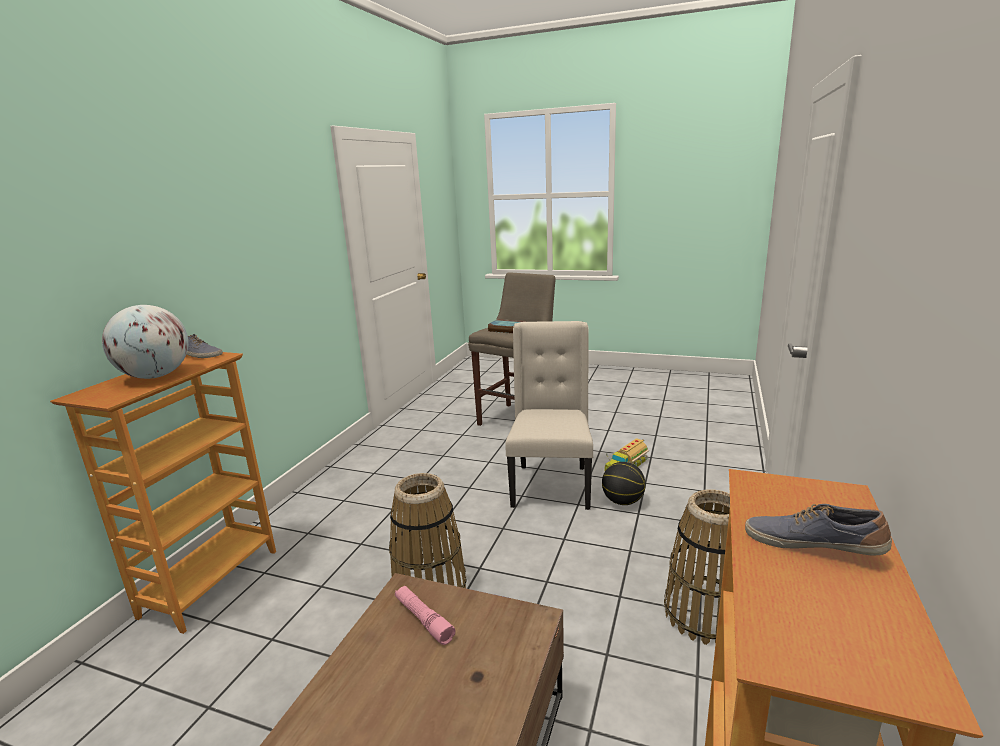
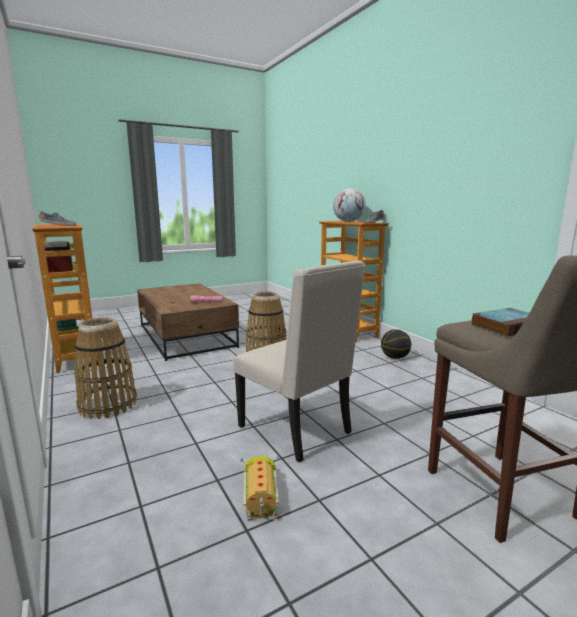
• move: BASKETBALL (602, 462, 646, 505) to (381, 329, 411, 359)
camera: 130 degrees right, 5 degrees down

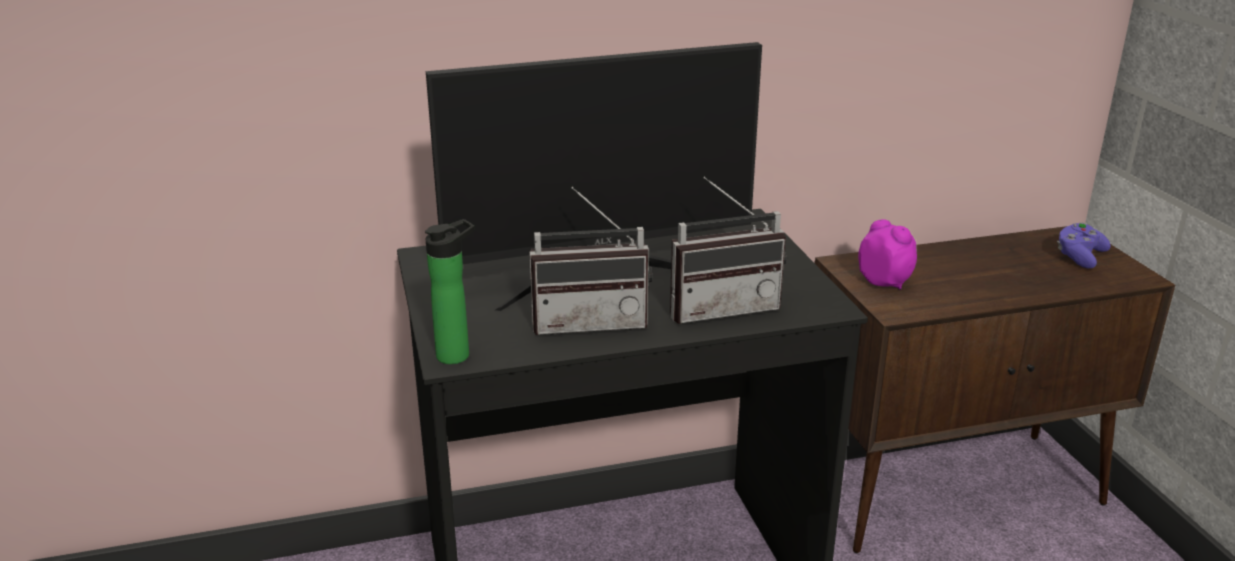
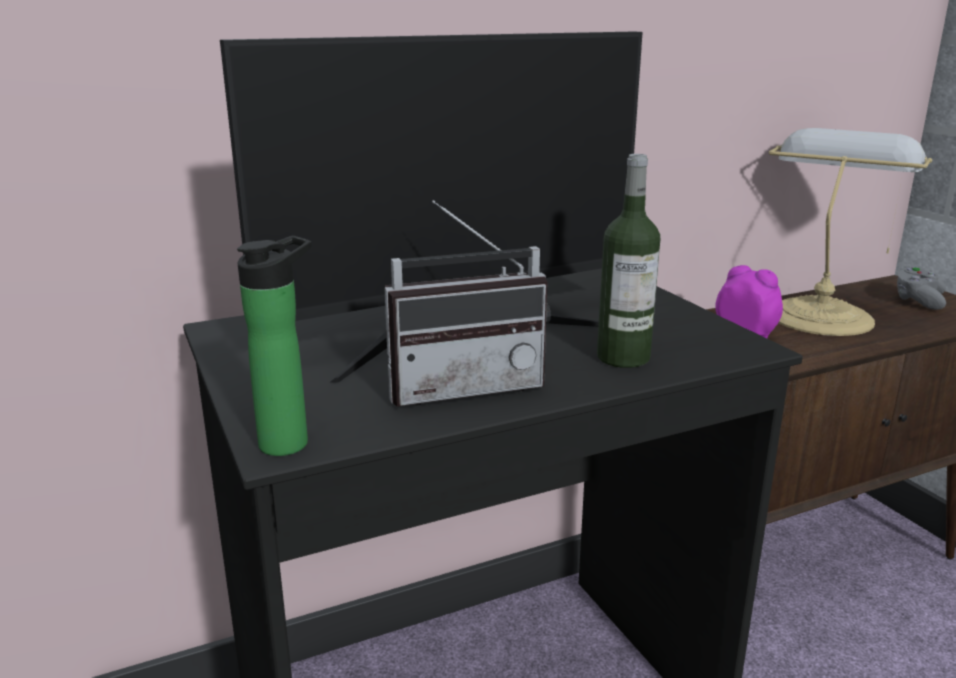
• replace: RADIO (670, 177, 787, 324) to BOTTLE (597, 154, 660, 368)
• insert: TABLE LAMP (768, 128, 932, 336)
• recolor: PURPLE GAME CONTROLLER (1057, 223, 1111, 268) to GREY GAME CONTROLLER (897, 267, 946, 310)
camera: 10 degrees left, 5 degrees down

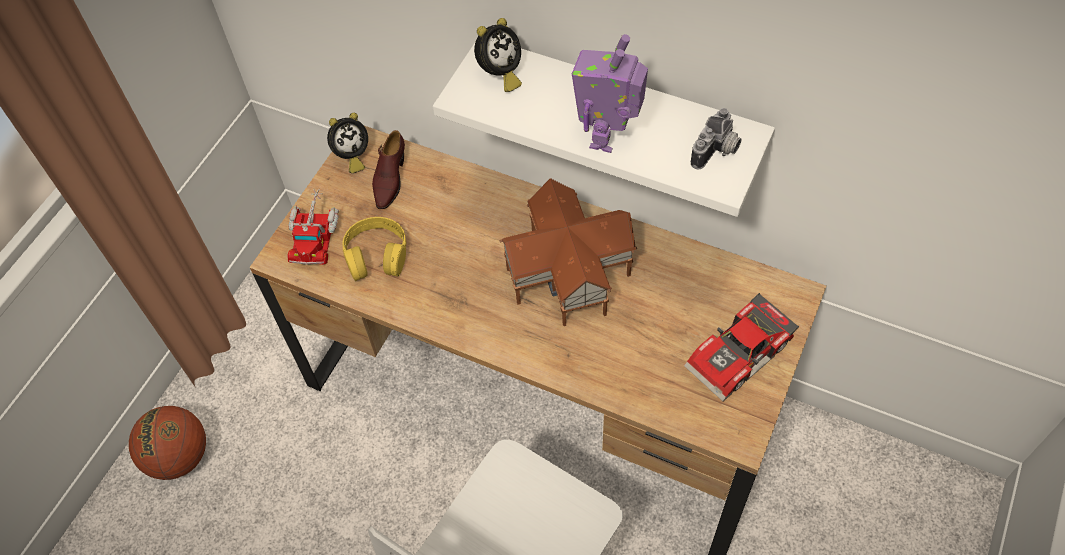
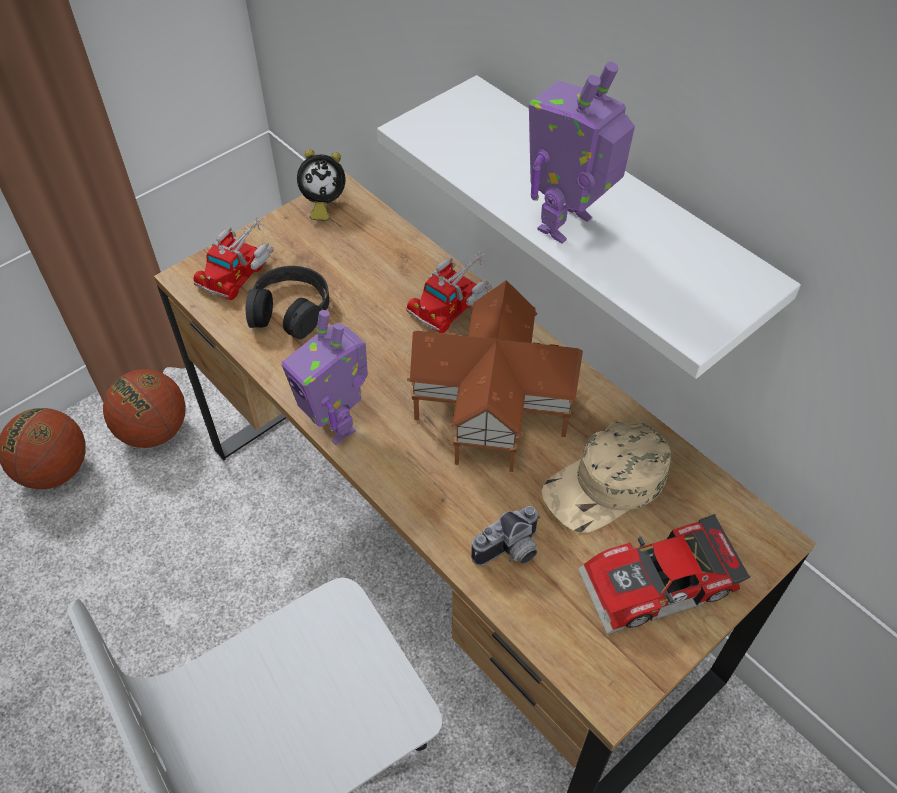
• insert: BASKETBALL (103, 369, 186, 448)
• recolor: YELLOW HEADPHONES (342, 217, 406, 281) to BLACK HEADPHONES (246, 266, 329, 340)
• insert: TOY ROBOT (282, 310, 368, 445)
• insert: TOY TRUCK (406, 251, 492, 333)
• move: PHOTO CAMERA (691, 108, 742, 170) to (471, 506, 541, 566)
• insert: BEIGE CAP (542, 422, 671, 533)
• delete: BROWN SHOE (372, 130, 405, 209)
• delete: ALARM CLOCK (474, 18, 522, 92)
camera: 20 degrees right, 5 degrees down

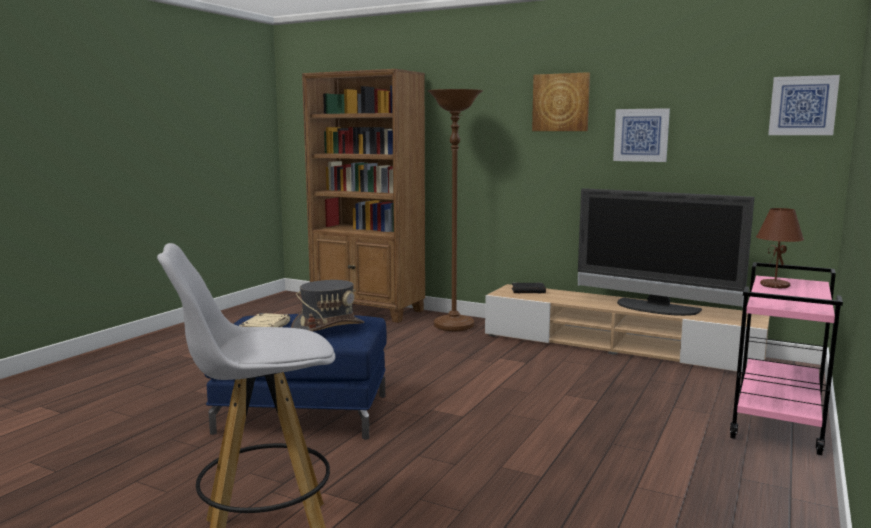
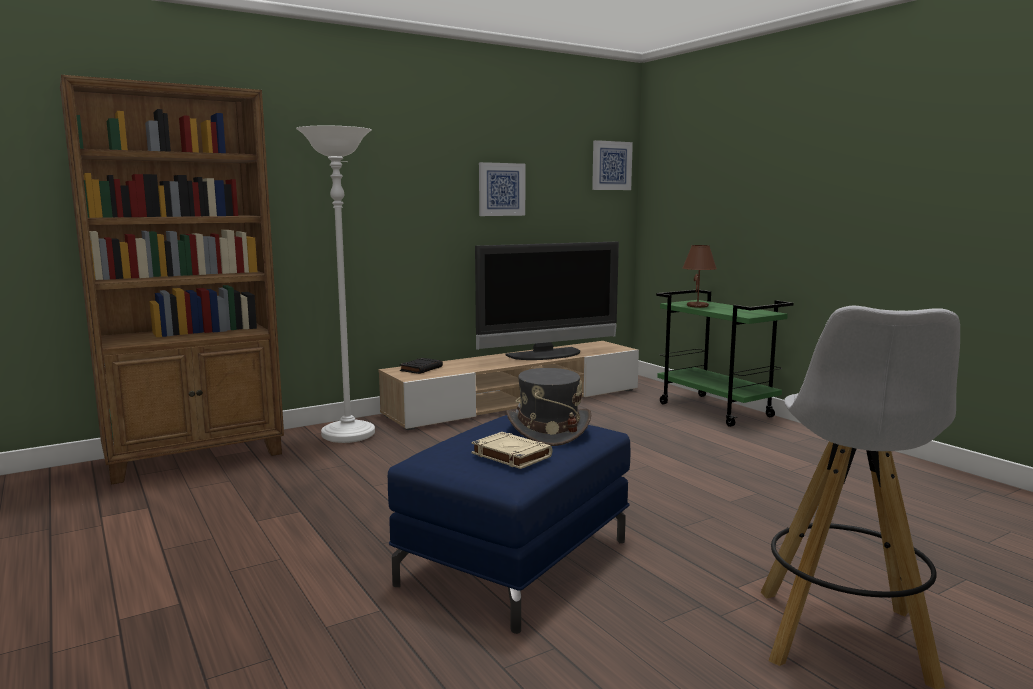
• recolor: BROWN FLOOR LAMP (428, 89, 483, 331) to WHITE FLOOR LAMP (296, 126, 375, 443)
• recolor: PINK CART (730, 262, 843, 455) to GREEN CART (656, 289, 794, 427)
• delete: PICTURE (532, 72, 590, 131)
camera: 60 degrees left, 0 degrees up

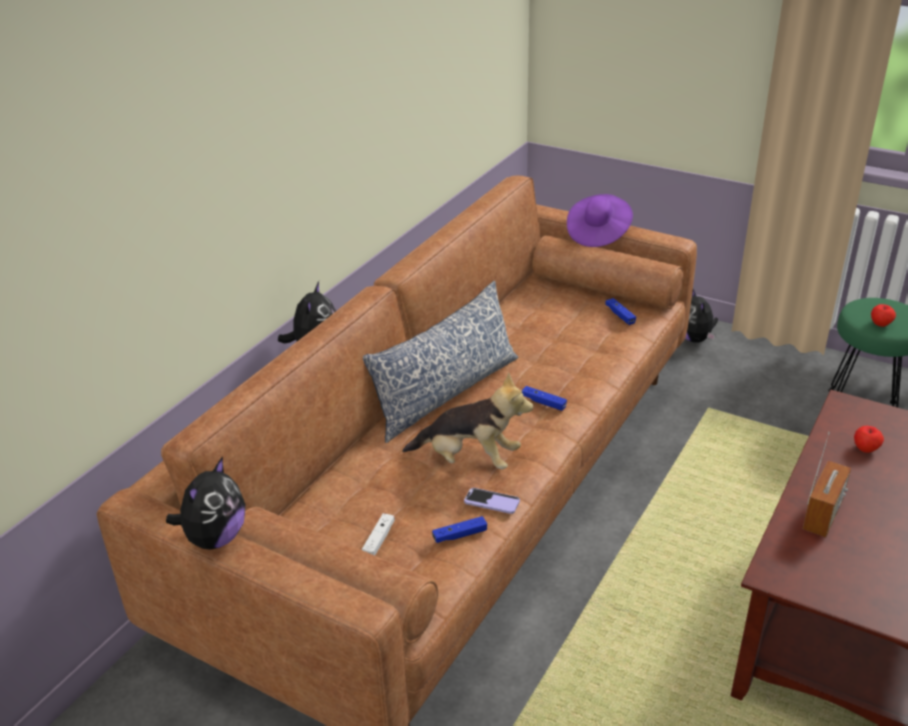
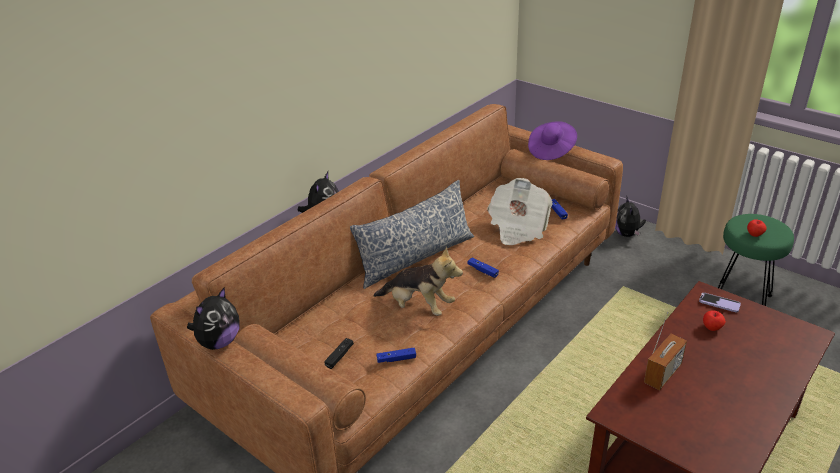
• recolor: WHITE GAME CONTROLLER (362, 513, 395, 555) to BLACK GAME CONTROLLER (324, 338, 354, 369)
• insert: NEWSPAPER (487, 178, 553, 245)
• move: PHONE (464, 488, 520, 514) to (699, 293, 741, 312)
camera: 10 degrees right, 0 degrees up

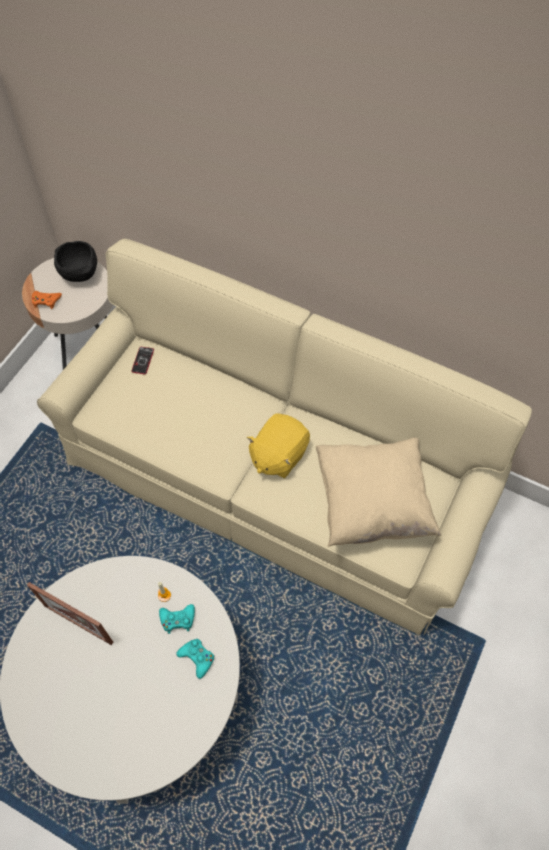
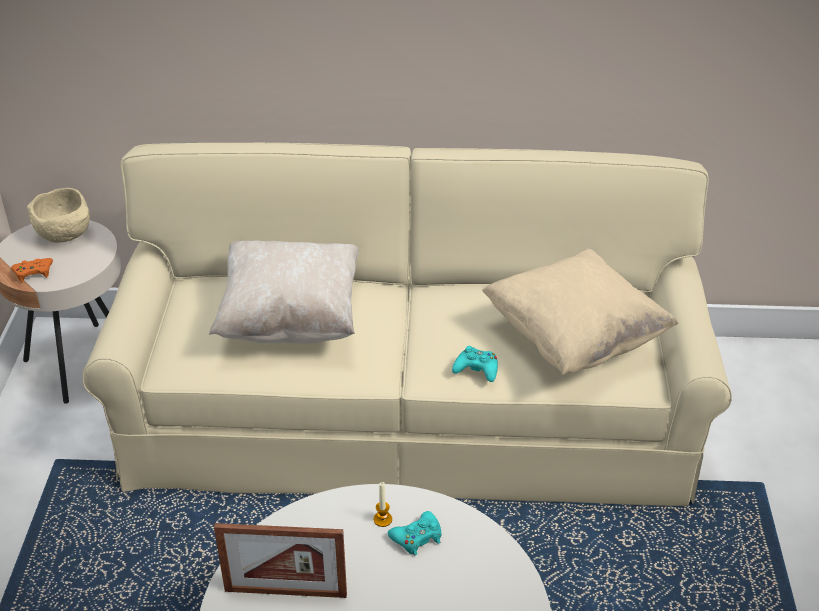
• recolor: BLACK BOWL (54, 241, 97, 282) to BEIGE BOWL (27, 188, 90, 242)
• insert: BEIGE PILLOW (209, 241, 359, 344)
• move: TURQUOISE GAME CONTROLLER (176, 639, 214, 679) to (452, 346, 498, 382)
• delete: PHONE (131, 347, 154, 375)
• delete: YELLOW PLUSH TOY (247, 414, 310, 478)
camera: 25 degrees left, 20 degrees down

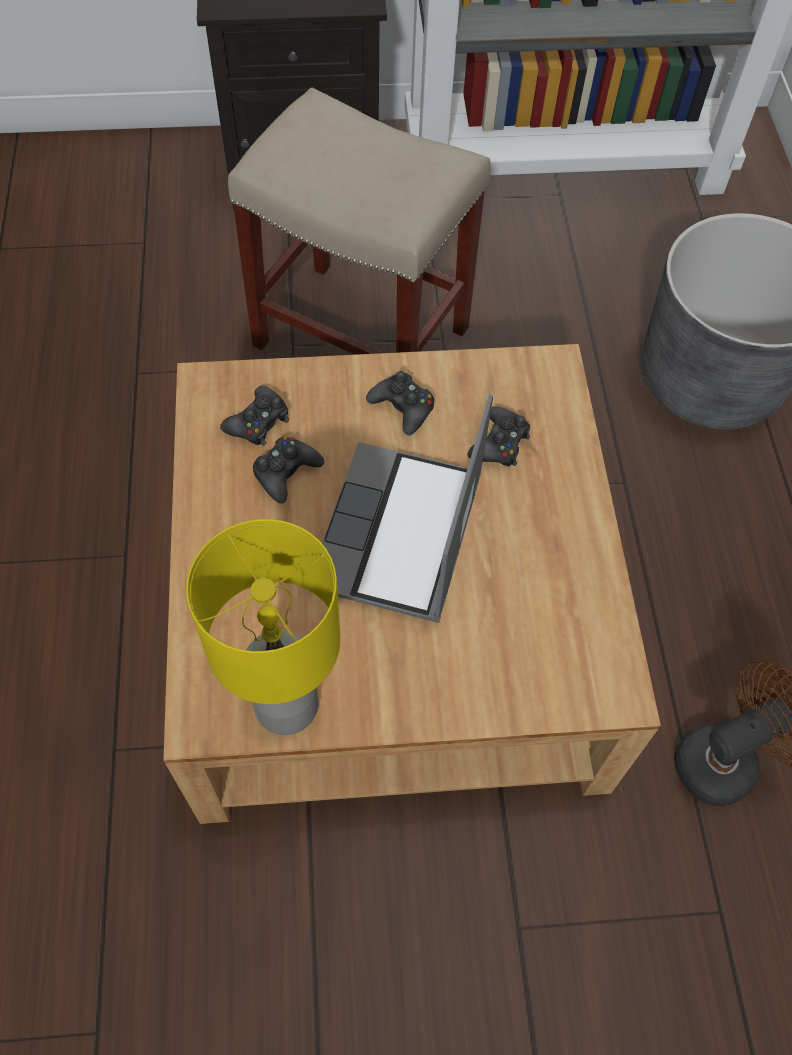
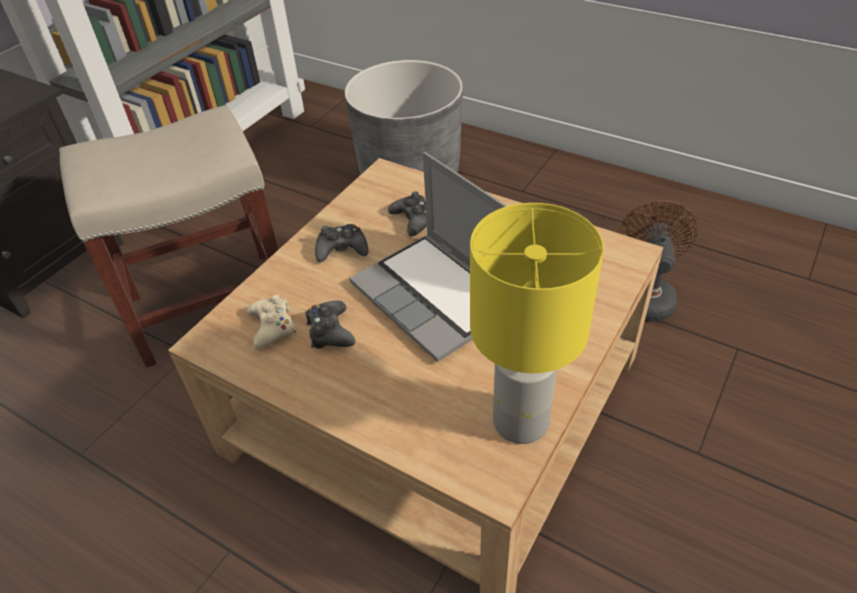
• recolor: BLACK GAME CONTROLLER (220, 386, 289, 446) to BEIGE GAME CONTROLLER (247, 294, 296, 349)
camera: 50 degrees left, 15 degrees down

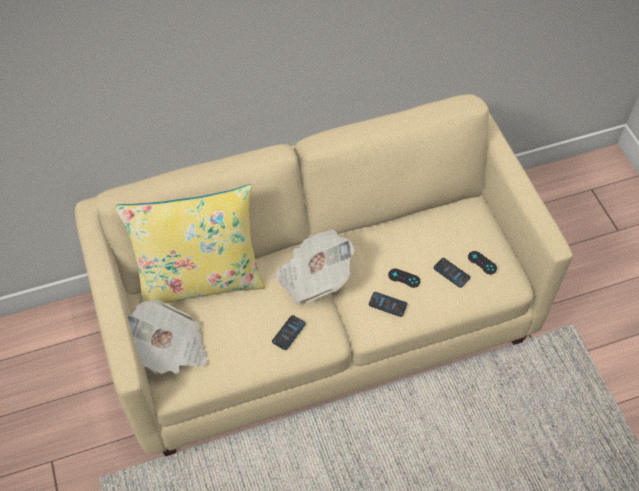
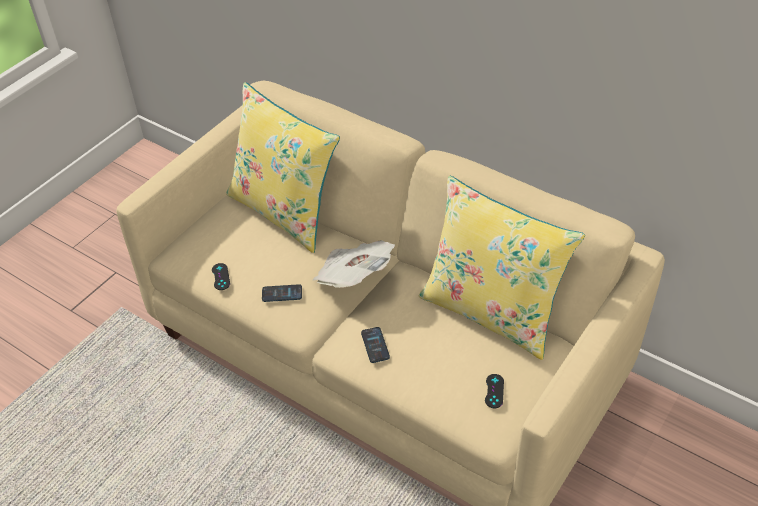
• move: BLACK GAME CONTROLLER (388, 269, 420, 288) to (212, 263, 230, 290)
• insert: YELLOW PILLOW (419, 176, 585, 360)
• delete: NEWSPAPER (128, 300, 207, 375)
• delete: PHONE (434, 258, 470, 288)
camera: 55 degrees right, 10 degrees down

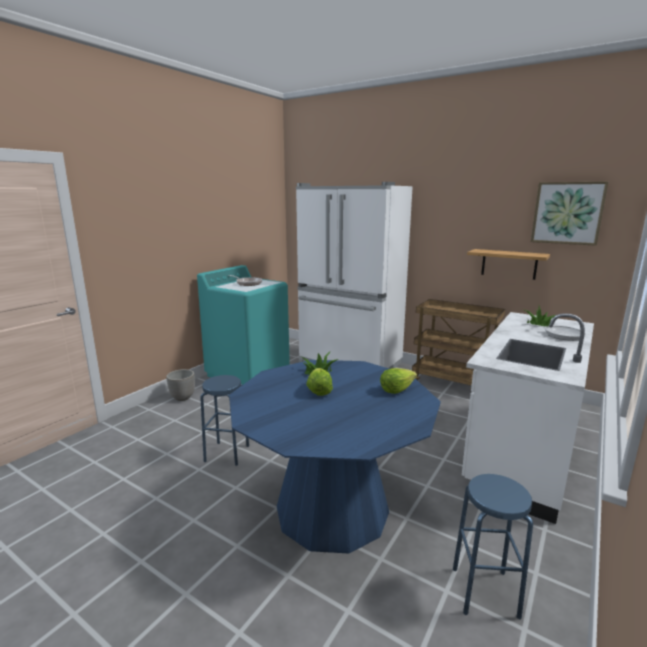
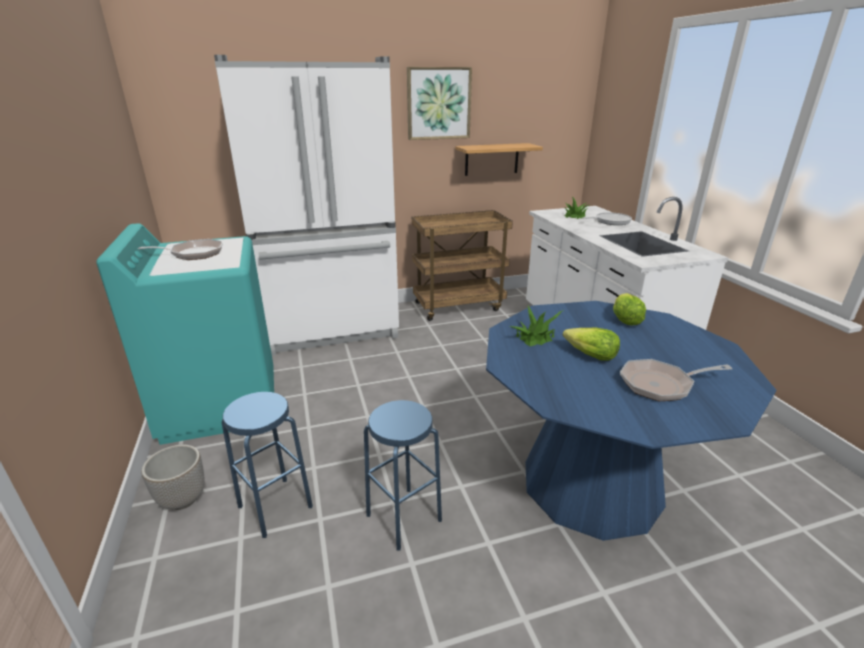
• move: BLUE STOOL (453, 474, 533, 620) to (222, 392, 313, 538)
• move: PICTURE (531, 182, 608, 246) to (407, 67, 472, 140)
• insert: FRYING PAN (620, 359, 732, 401)
camera: 50 degrees left, 10 degrees up

